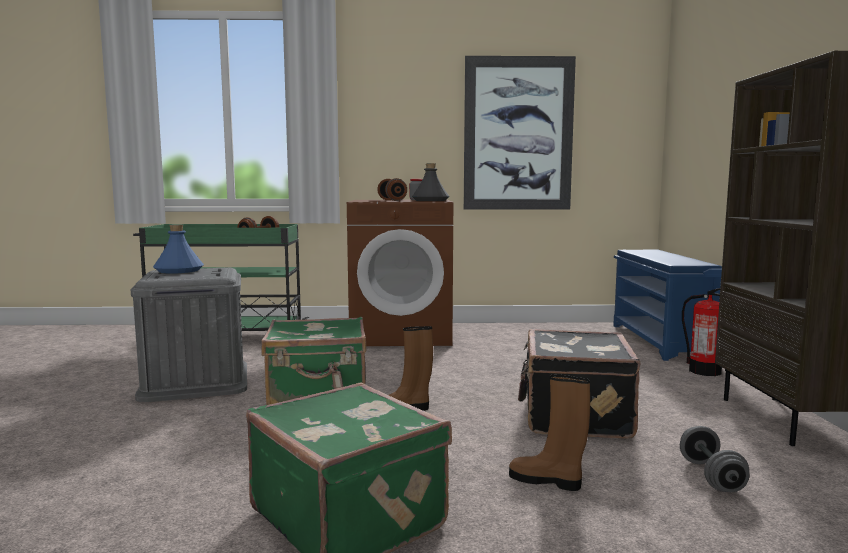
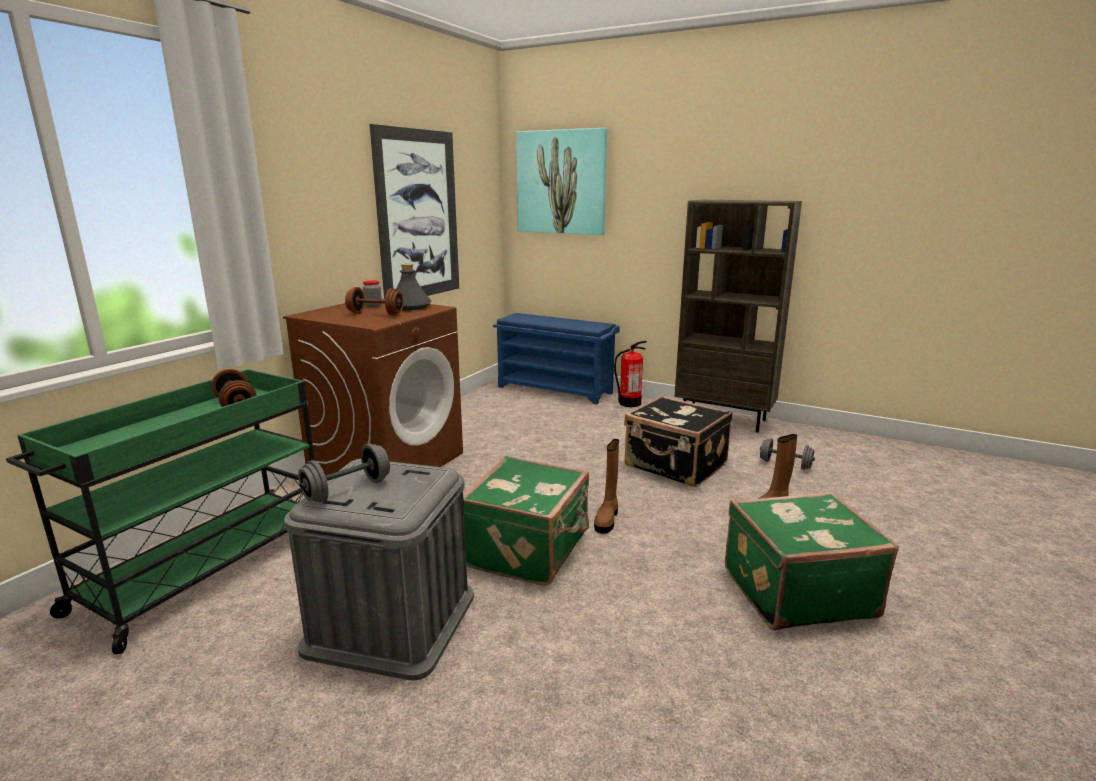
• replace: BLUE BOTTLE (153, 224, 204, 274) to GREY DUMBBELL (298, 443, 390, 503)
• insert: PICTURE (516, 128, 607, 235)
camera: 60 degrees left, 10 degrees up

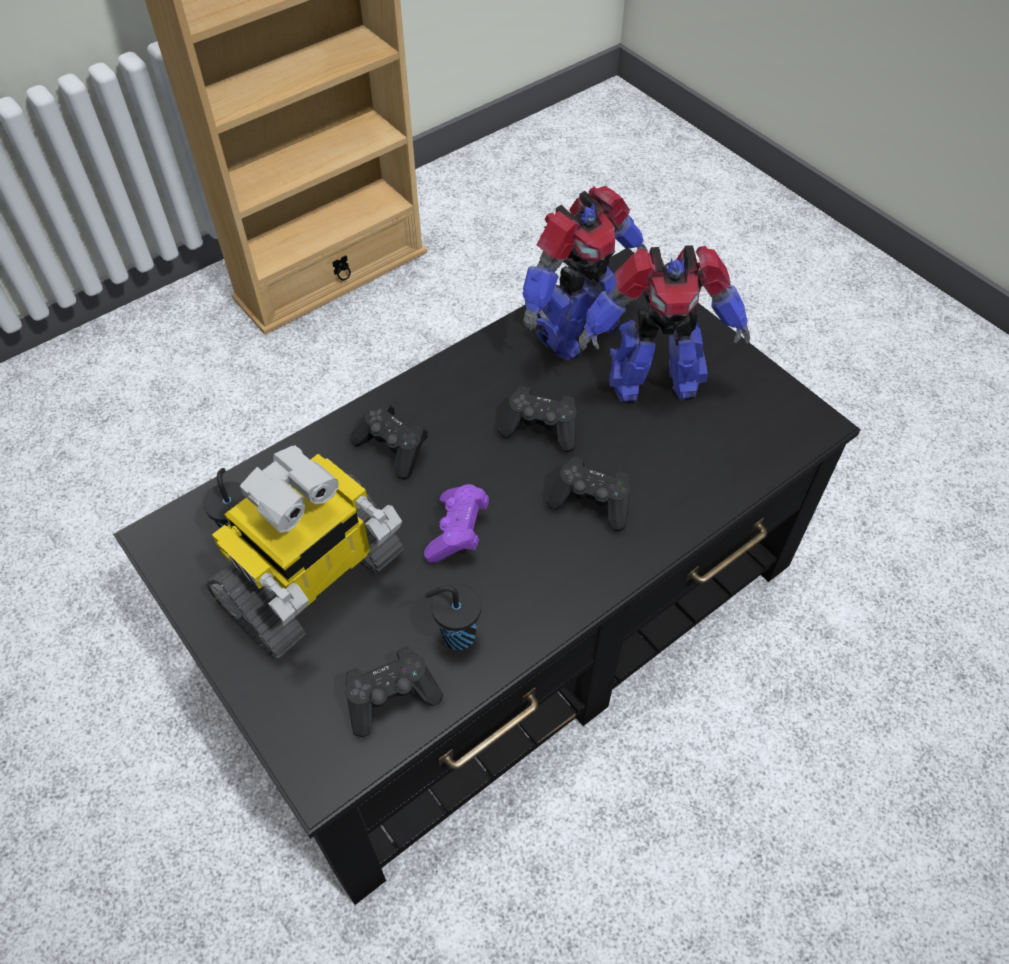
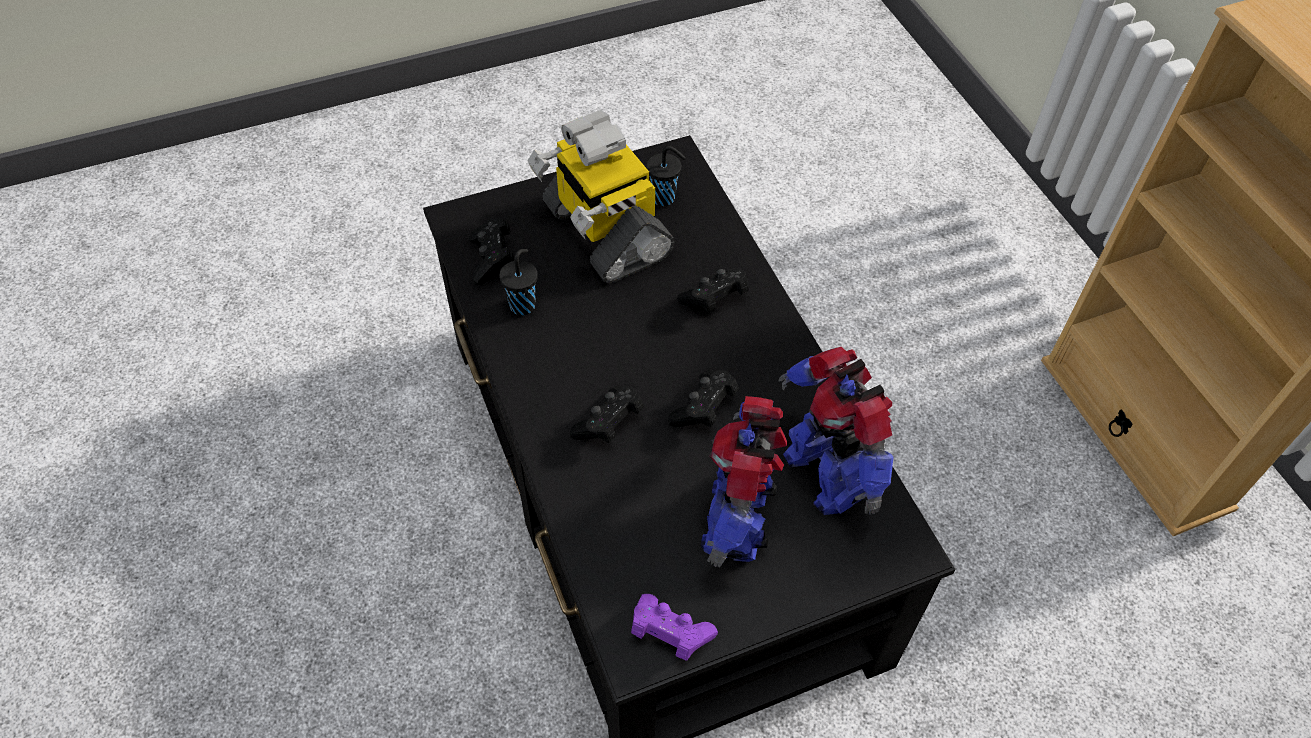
• move: PURPLE GAME CONTROLLER (424, 484, 489, 563) to (631, 594, 718, 661)
camera: 105 degrees right, 0 degrees up

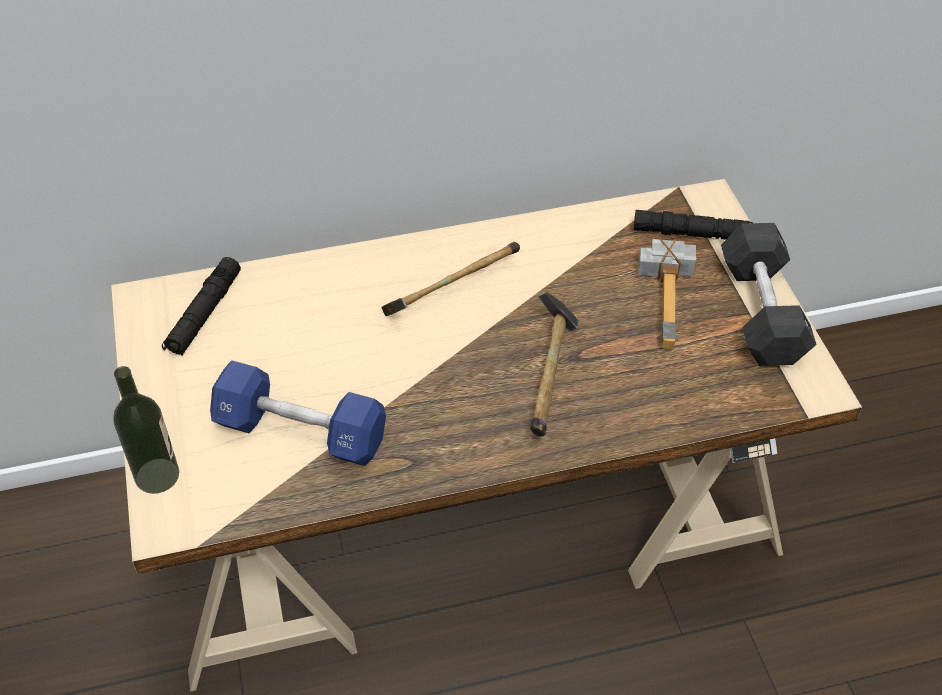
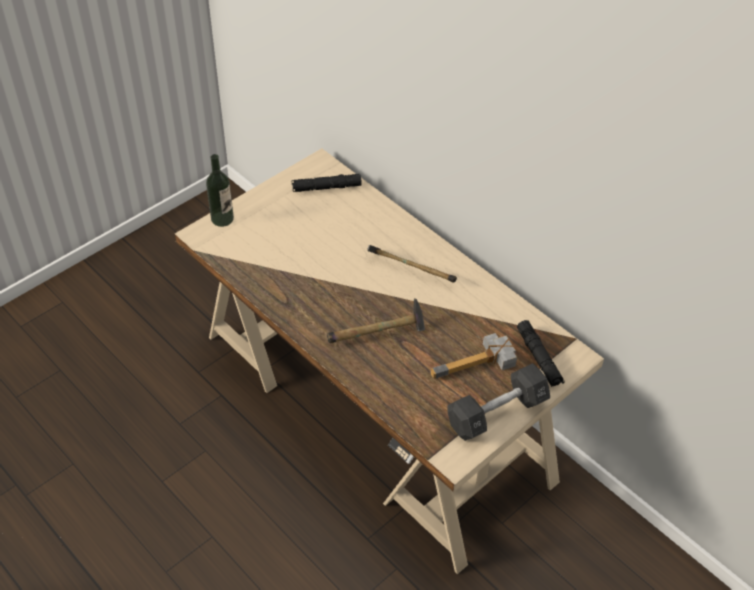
• delete: BLUE DUMBBELL (210, 360, 386, 466)
camera: 60 degrees right, 0 degrees up

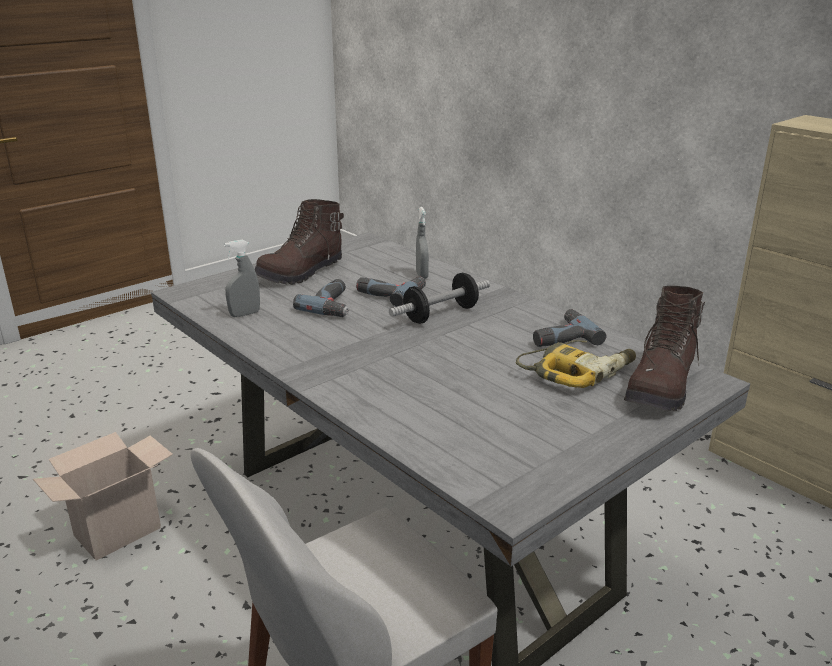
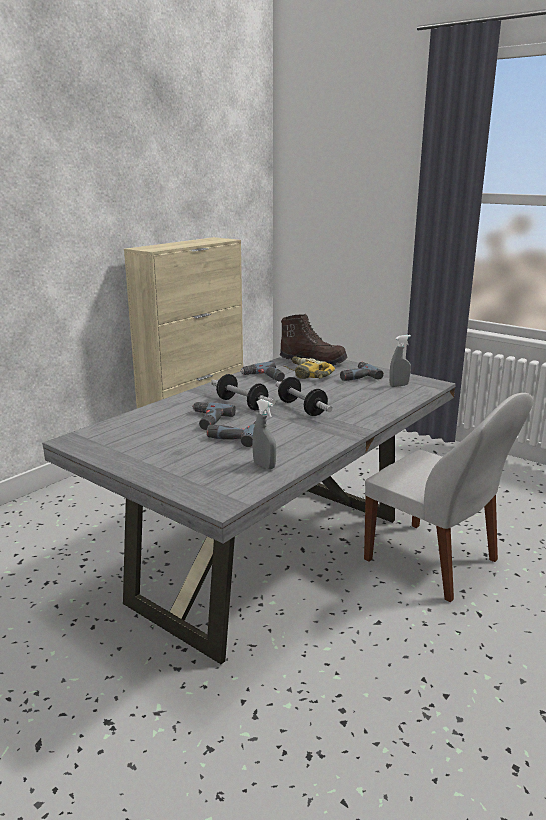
• insert: DUMBBELL (275, 377, 332, 416)
• insert: POWER DRILL (340, 362, 384, 381)
• move: GREY SPRAY BOTTLE (416, 207, 429, 279) to (389, 335, 411, 387)
• delete: CARDBOARD BOX (33, 432, 173, 561)
• delete: BROWN BOOT (255, 199, 344, 285)
camera: 100 degrees left, 5 degrees down

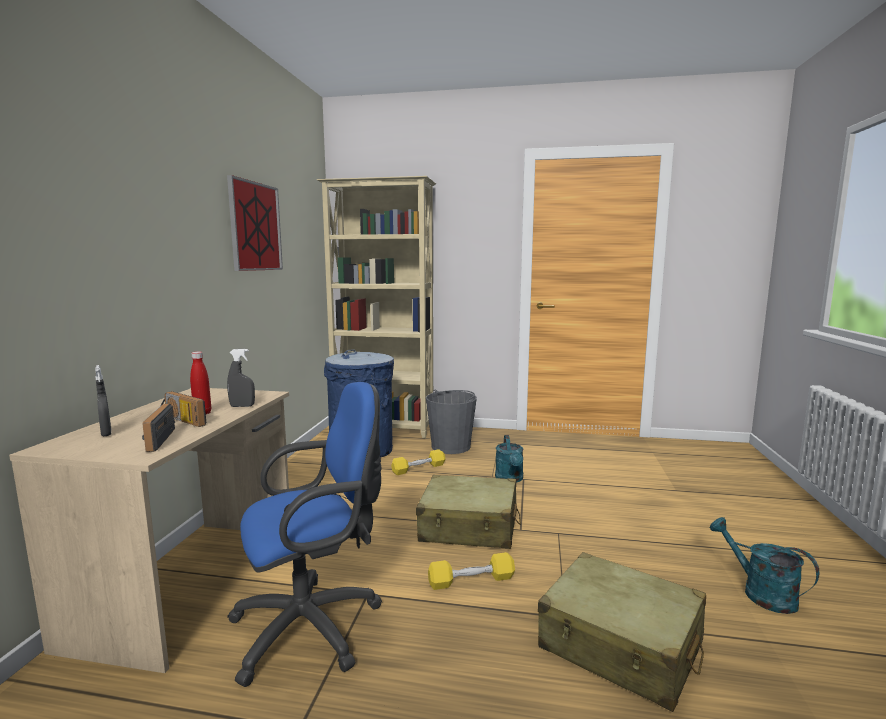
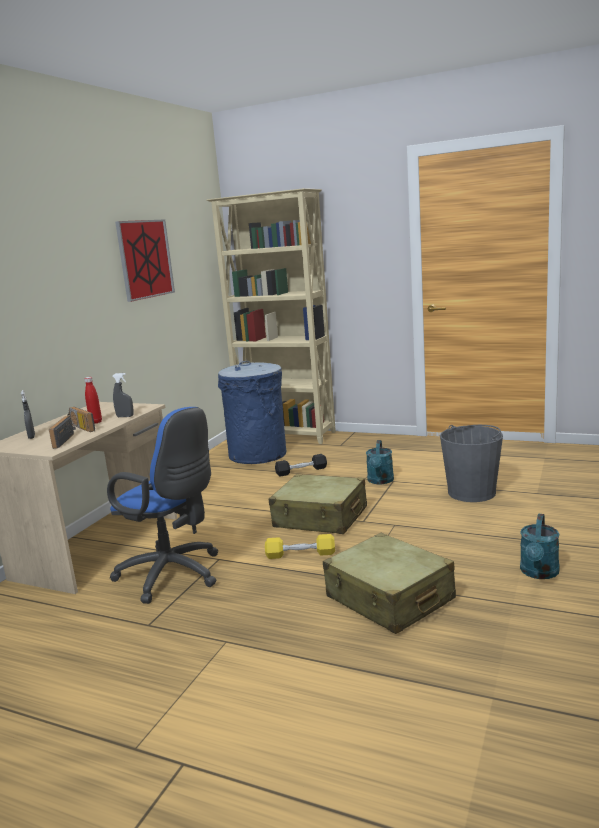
• rotate: BLUE OFFICE CHAIR (227, 382, 382, 687) = (107, 407, 218, 604) 45 degrees clockwise
• recolor: YELLOW DUMBBELL (391, 449, 446, 475) to BLACK DUMBBELL (275, 454, 327, 477)
• move: GREY BUCKET (426, 390, 477, 454) to (440, 425, 503, 502)
• rotate: TURQUOISE WATERING CAN (710, 517, 819, 614) = (520, 514, 559, 579) 135 degrees counterclockwise
camera: 15 degrees right, 5 degrees up

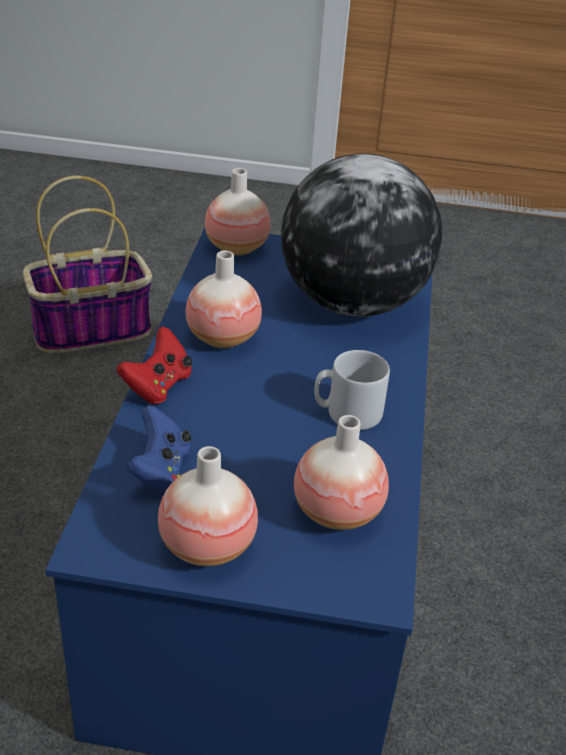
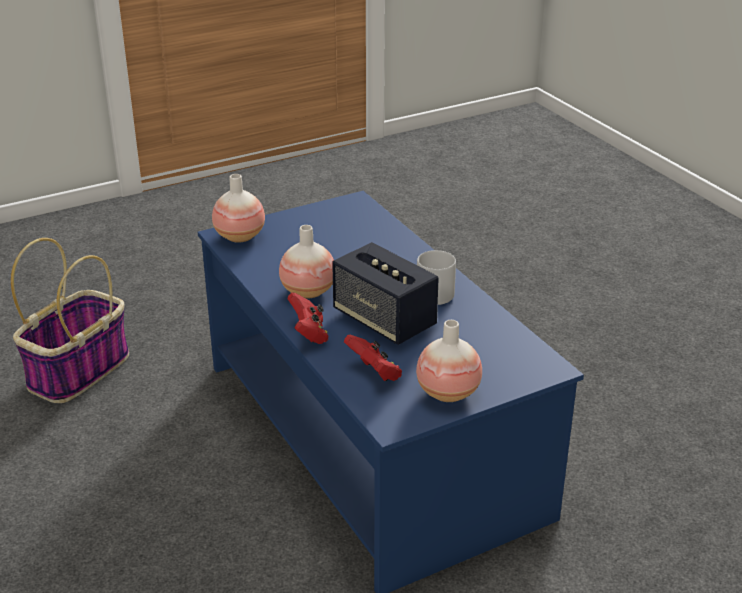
• insert: SPEAKER (332, 242, 439, 345)
• recolor: BLUE GAME CONTROLLER (126, 406, 191, 493) to RED GAME CONTROLLER (344, 334, 402, 381)
• delete: GLOBE (281, 153, 443, 317)
• delete: VASE (294, 415, 389, 530)
camera: 35 degrees left, 5 degrees down

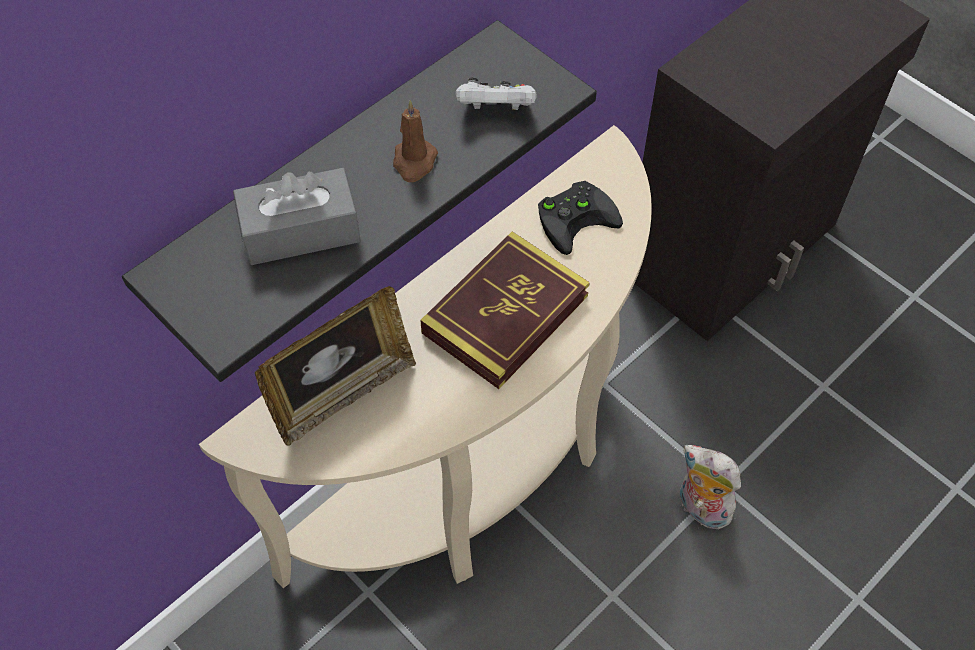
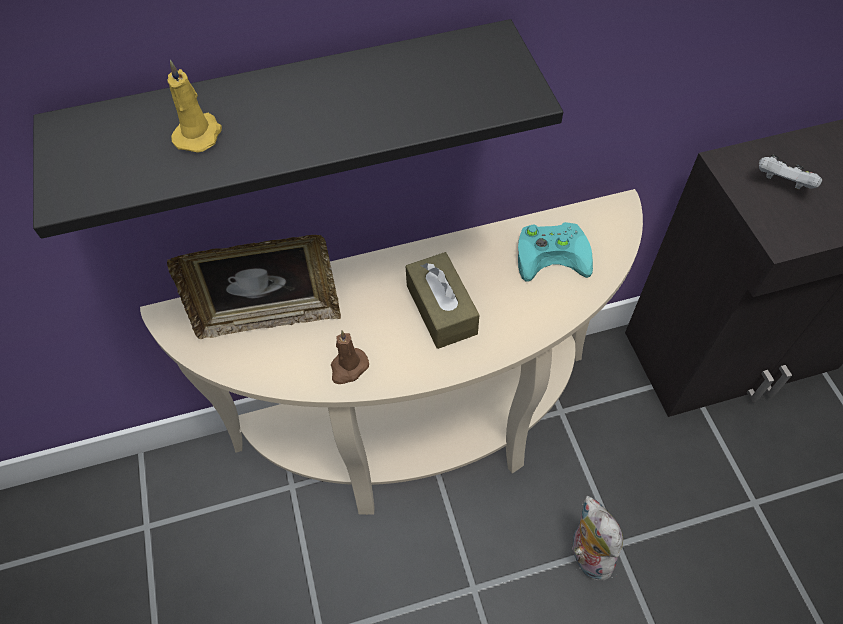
• replace: GREY TISSUE BOX (233, 168, 361, 265) to YELLOW CANDLE (167, 60, 222, 152)
• move: BROWN CANDLE (393, 100, 438, 182) to (331, 330, 369, 384)
• replace: BOOK (420, 232, 590, 389) to BROWN TISSUE BOX (406, 252, 479, 349)
• recolor: BLACK GAME CONTROLLER (538, 181, 623, 255) to TURQUOISE GAME CONTROLLER (518, 222, 593, 282)
• move: WHITE GAME CONTROLLER (456, 78, 537, 110) to (759, 154, 822, 189)
camera: 30 degrees right, 0 degrees up

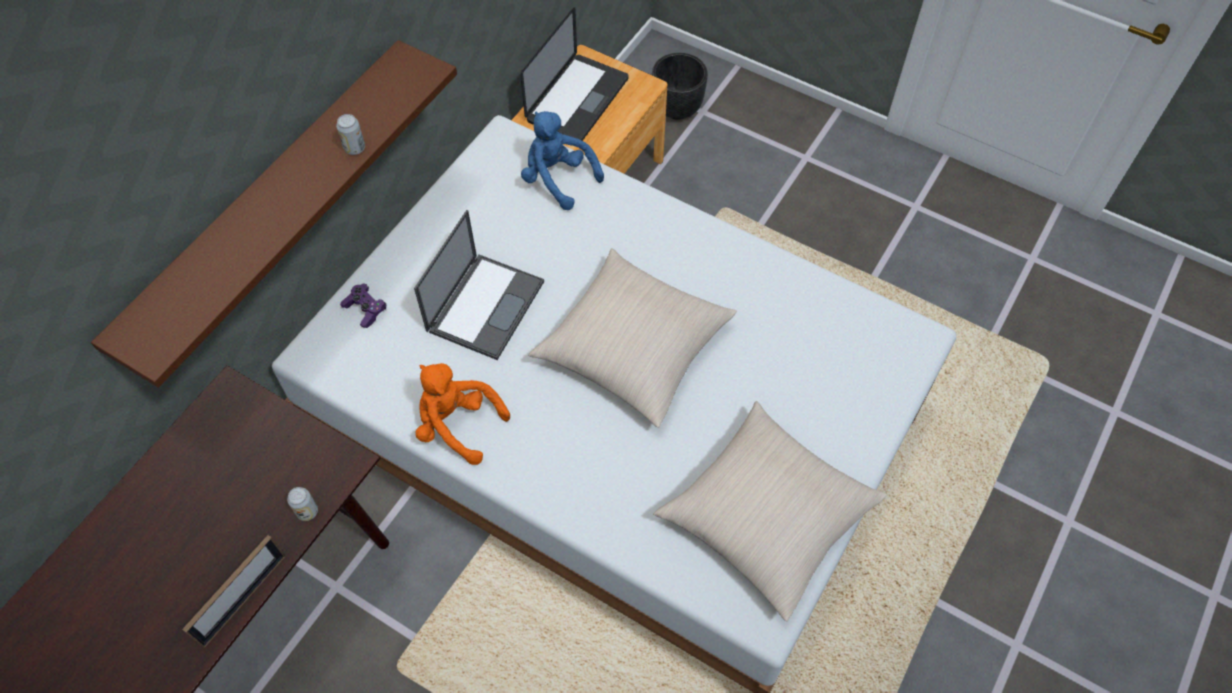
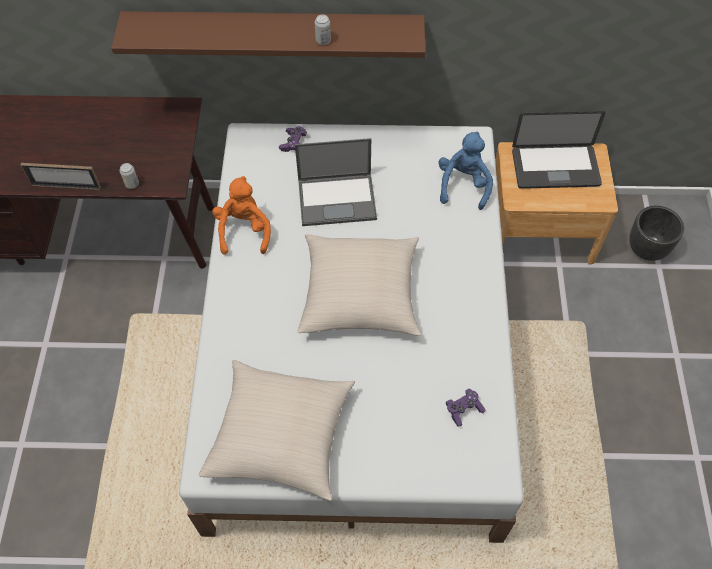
• insert: PURPLE GAME CONTROLLER (446, 389, 485, 427)
camera: 60 degrees right, 0 degrees up

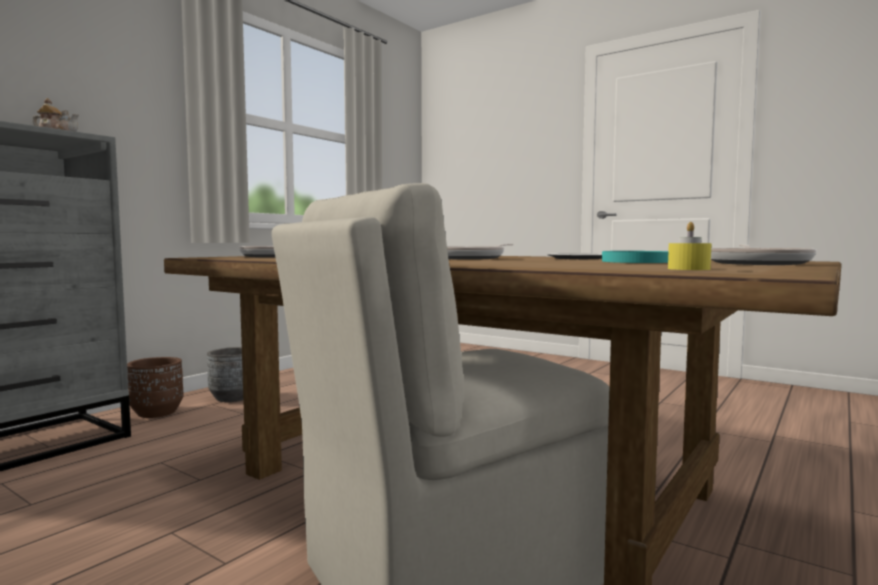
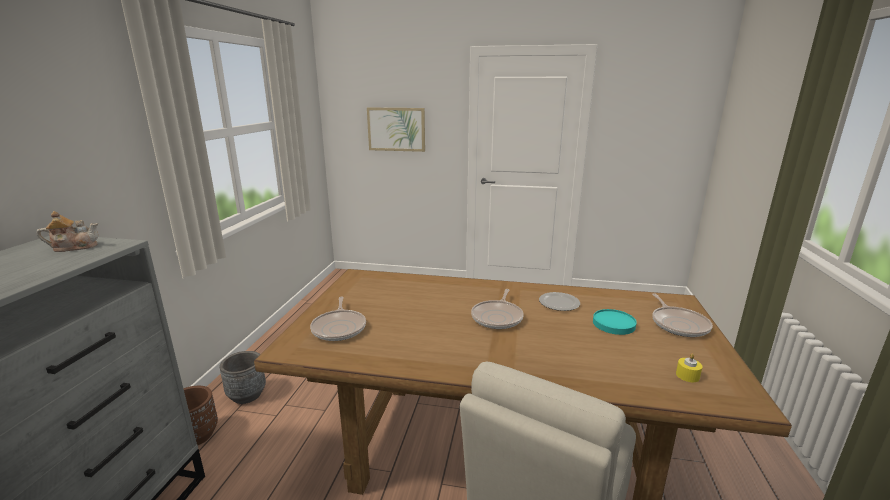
• insert: PICTURE (367, 108, 425, 152)
camera: 25 degrees left, 15 degrees up

